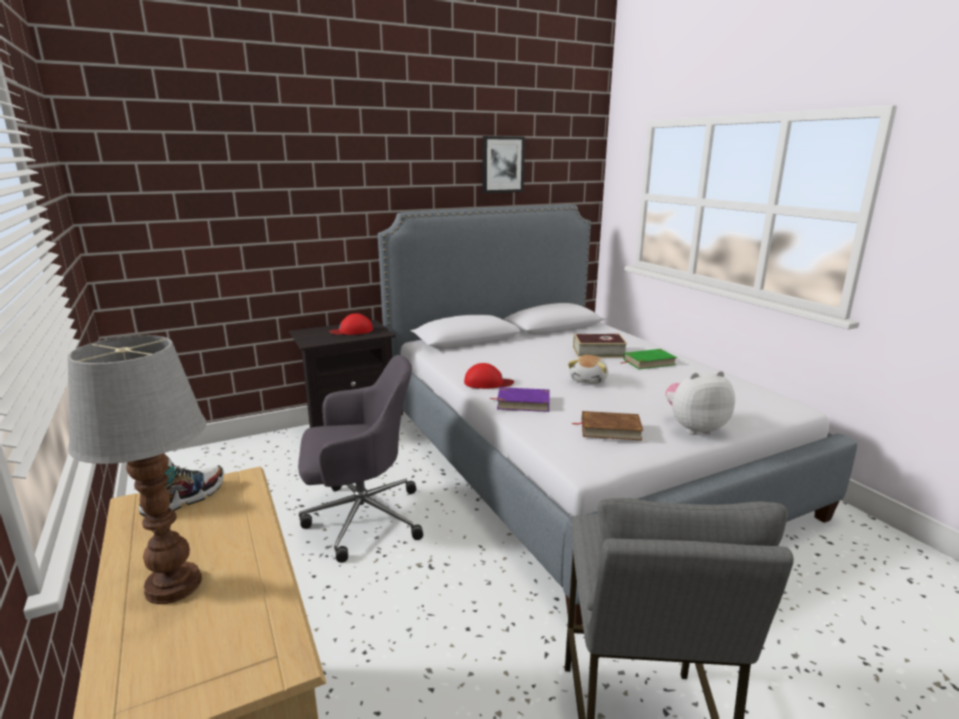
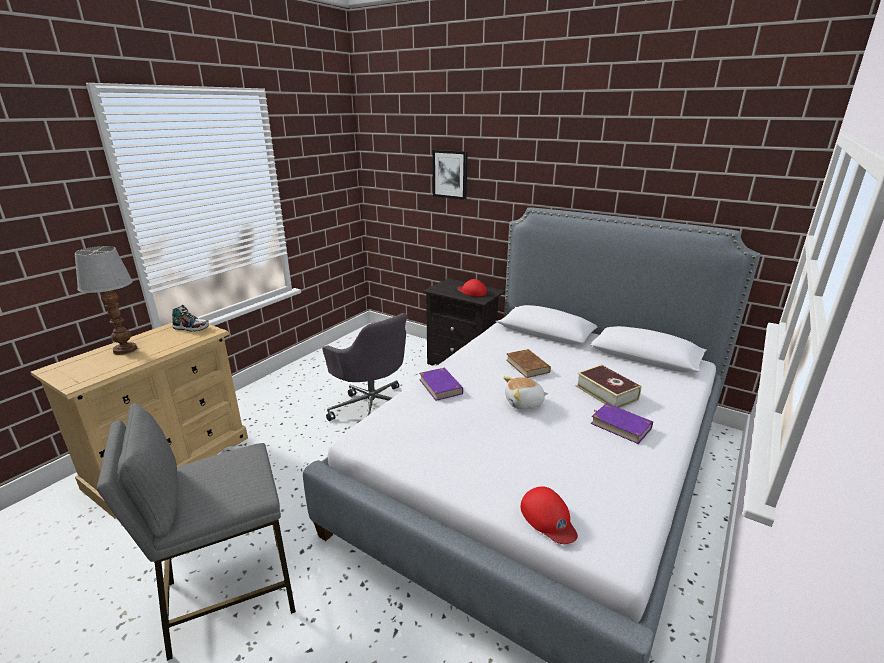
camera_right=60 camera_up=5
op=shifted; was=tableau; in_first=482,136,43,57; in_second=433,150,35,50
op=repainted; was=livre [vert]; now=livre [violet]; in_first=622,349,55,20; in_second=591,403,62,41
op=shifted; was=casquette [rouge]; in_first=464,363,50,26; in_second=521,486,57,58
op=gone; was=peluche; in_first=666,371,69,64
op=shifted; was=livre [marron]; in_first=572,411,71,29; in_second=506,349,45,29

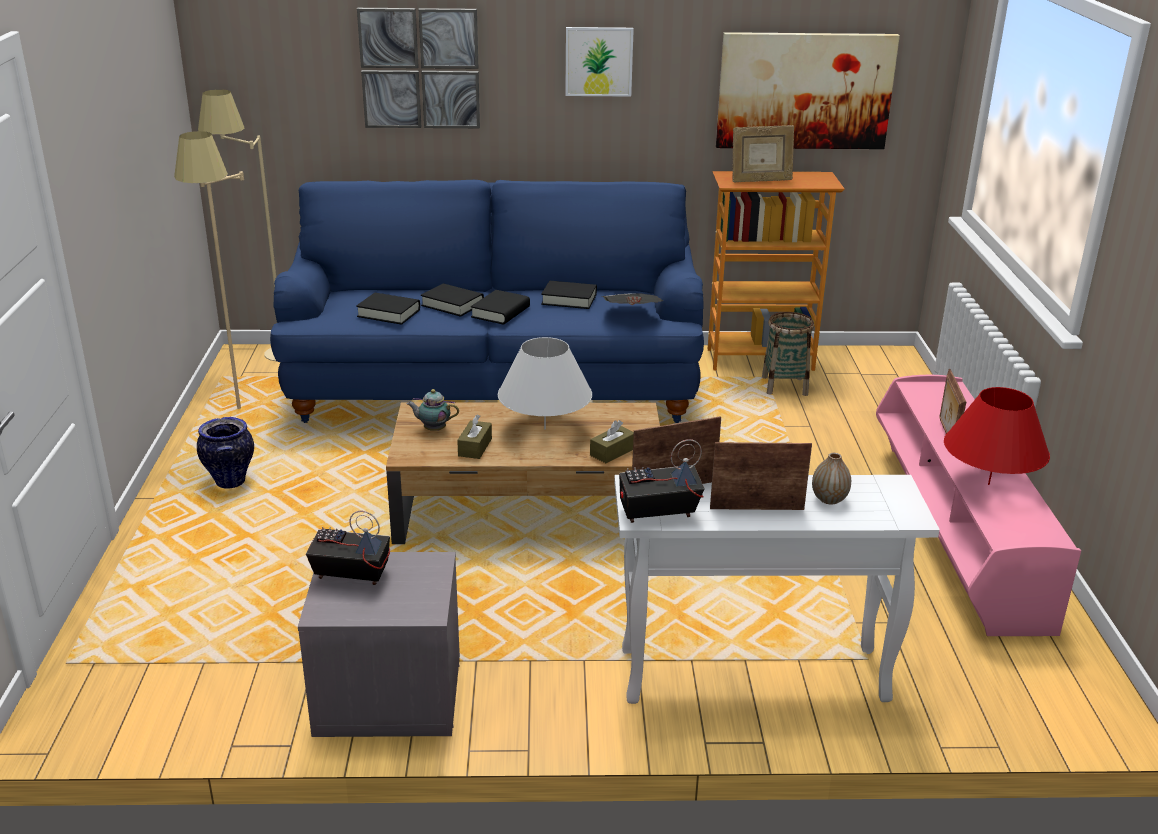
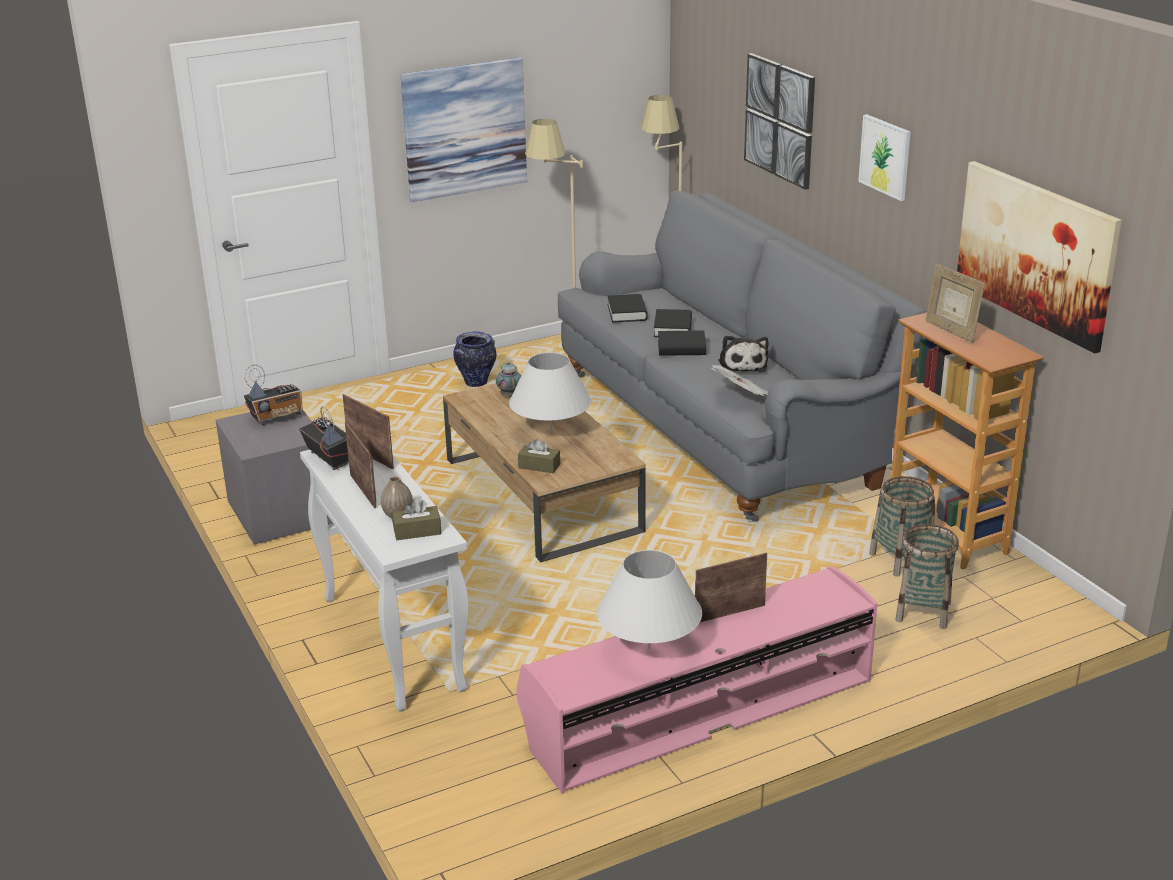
camera_right=65 camera_up=0
op=repainted; was=canapé [bleu]; now=canapé [gris]; in_first=270,180,434,243; in_second=558,191,370,331
op=swapped; was=livre [noir]; now=peluche; in_first=541,281,56,28; in_second=718,335,51,38
op=repainted; was=lampe de table [rouge]; now=lampe de table [blanc]; in_first=944,387,106,98; in_second=597,550,105,99
op=shifted; was=boîte à mouchoirs [marron]; in_first=457,414,35,45; in_second=392,499,49,41
op=rotated; was=radio; in_first=306,511,84,74; in_second=244,365,59,60; clockwise=75
op=new; now=tableau; in_second=401,57,126,145
op=new; now=panier; in_second=895,524,64,105

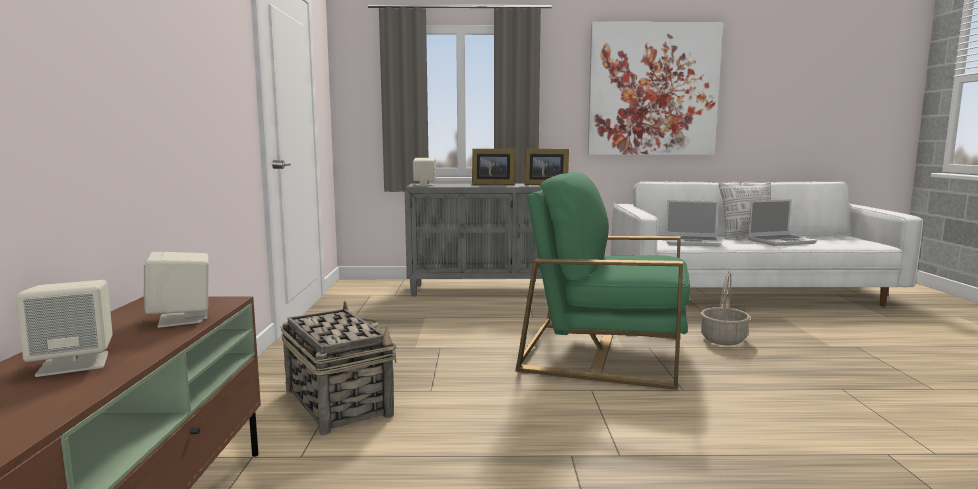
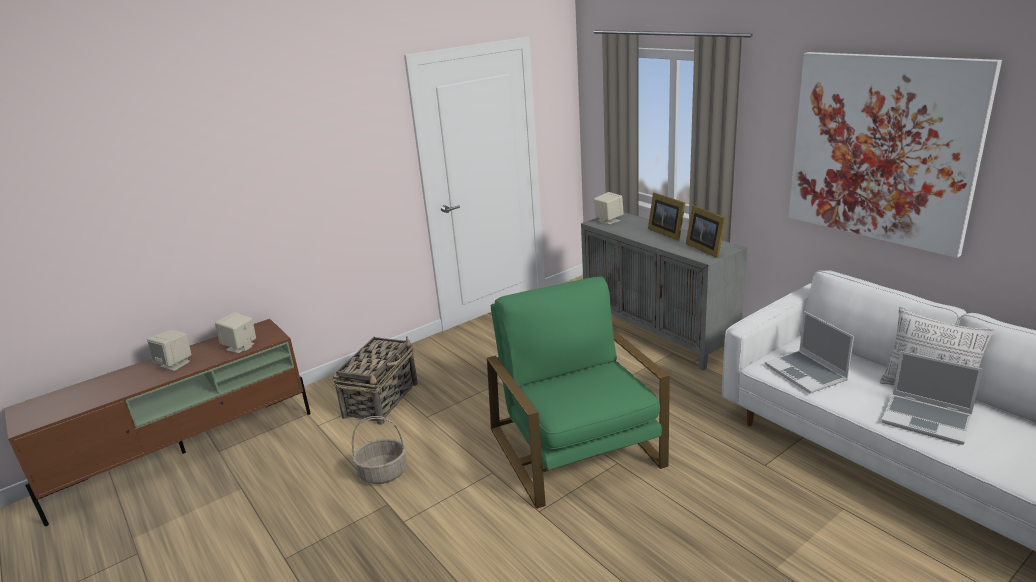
camera_right=55 camera_up=15
op=shifted; was=panier; in_first=701,272,49,73; in_second=352,416,55,68

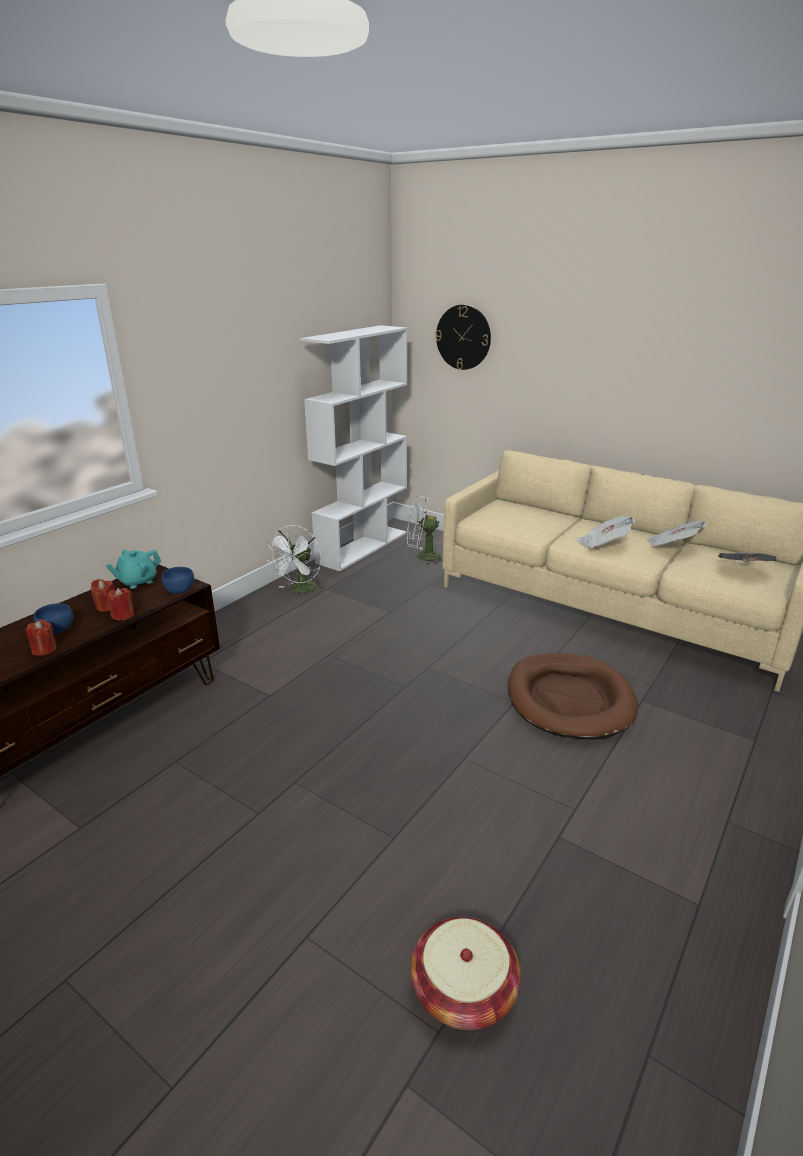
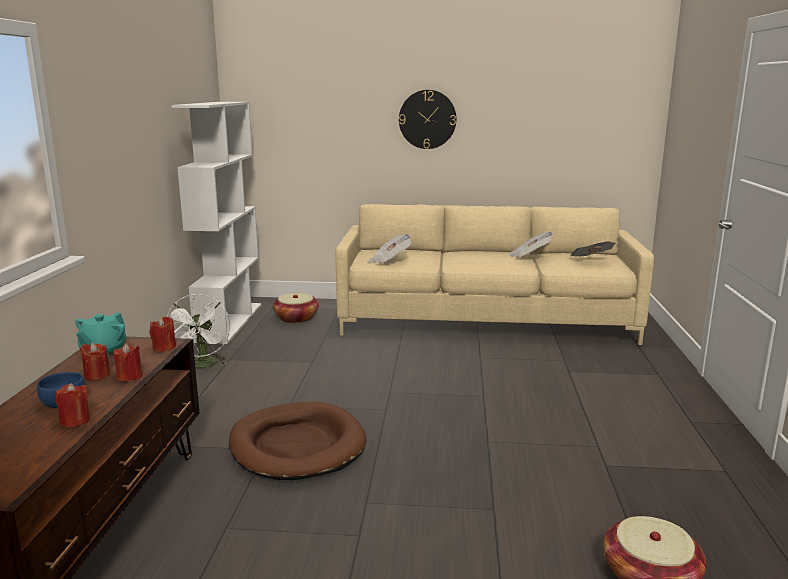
camera_right=-30 camera_up=-10
op=shifted; was=horloge murale; in_first=435,305,56,65; in_second=399,90,57,59
op=swapped; was=ventilateur [blanc]; now=panier; in_first=407,496,36,69; in_second=273,293,46,30
op=shifted; was=journal; in_first=576,516,60,33; in_second=368,234,44,29
op=swapped; was=bol [bleu]; now=bougie [rouge]; in_first=162,567,32,27; in_second=149,317,27,35
op=shifted; was=panier pour chien [marron]; in_first=508,653,130,87; in_second=229,402,138,78

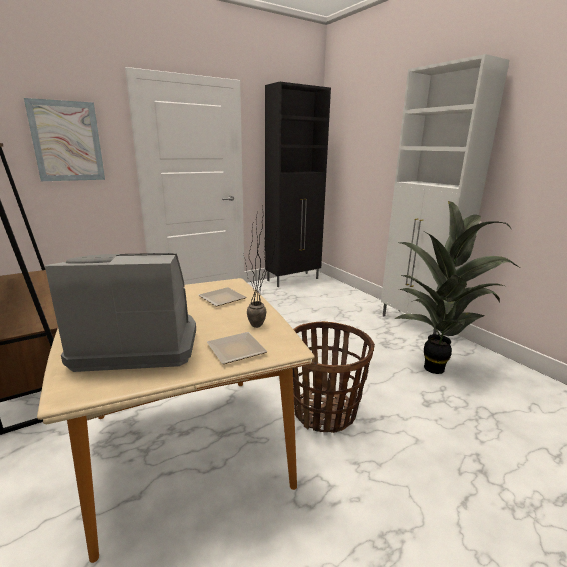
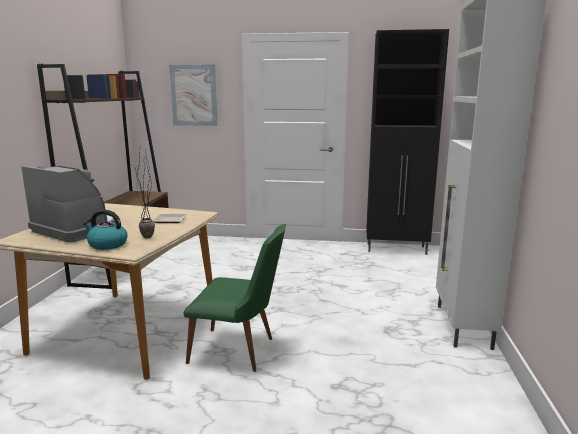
camera_right=40 camera_up=-5
op=gone; was=plante en pot; in_first=395,201,124,173
op=swapped; was=panier; now=chaise [vert]; in_first=293,321,82,112; in_second=184,224,102,148
op=swapped; was=assiette; now=bouilloire; in_first=207,332,61,32; in_second=83,210,45,40

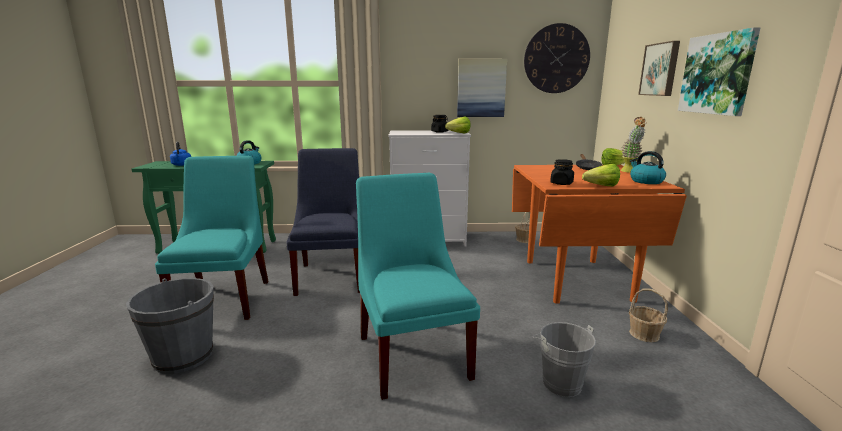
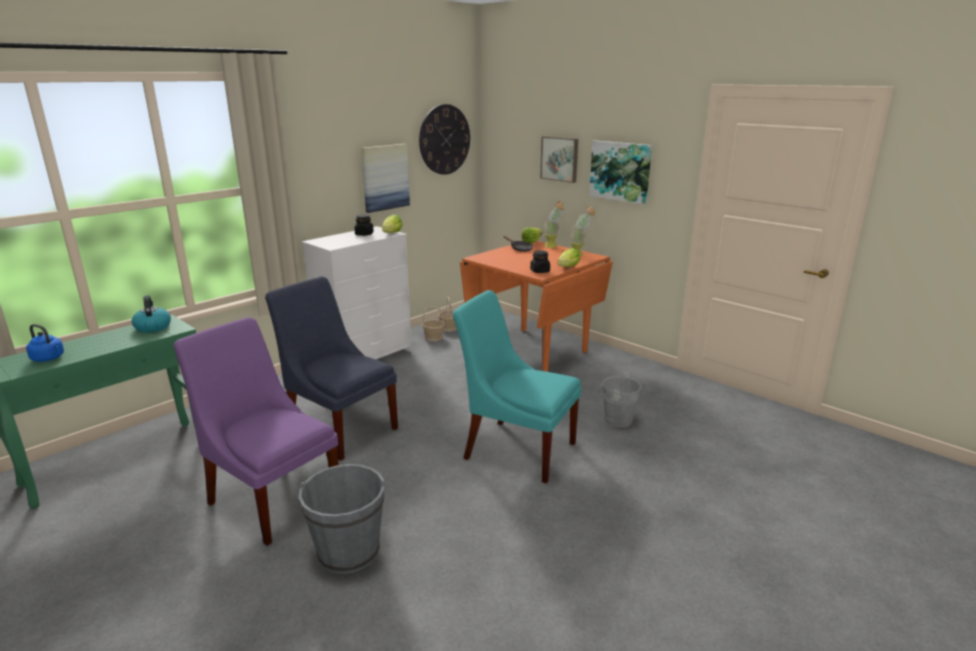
camera_right=-45 camera_up=5
op=swapped; was=bouilloire; now=plante en pot; in_first=630,151,36,33; in_second=570,207,25,49
op=repainted; was=chaise [turquoise]; now=chaise [violet]; in_first=155,156,114,164; in_second=174,317,165,229
op=shifted; was=panier; in_first=629,288,39,54; in_second=422,306,23,35

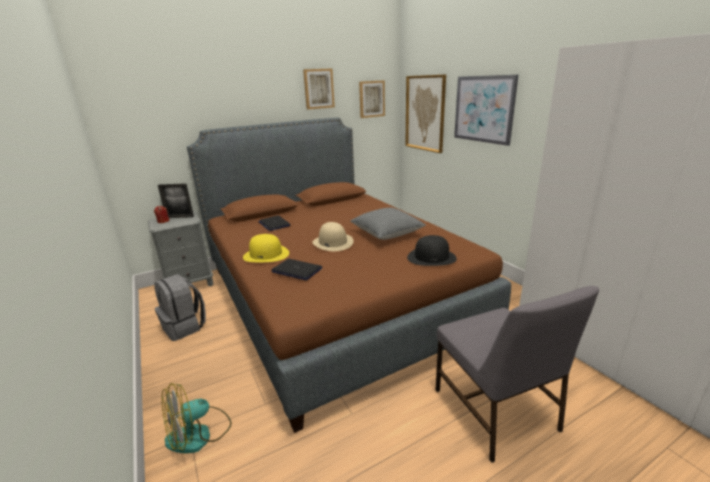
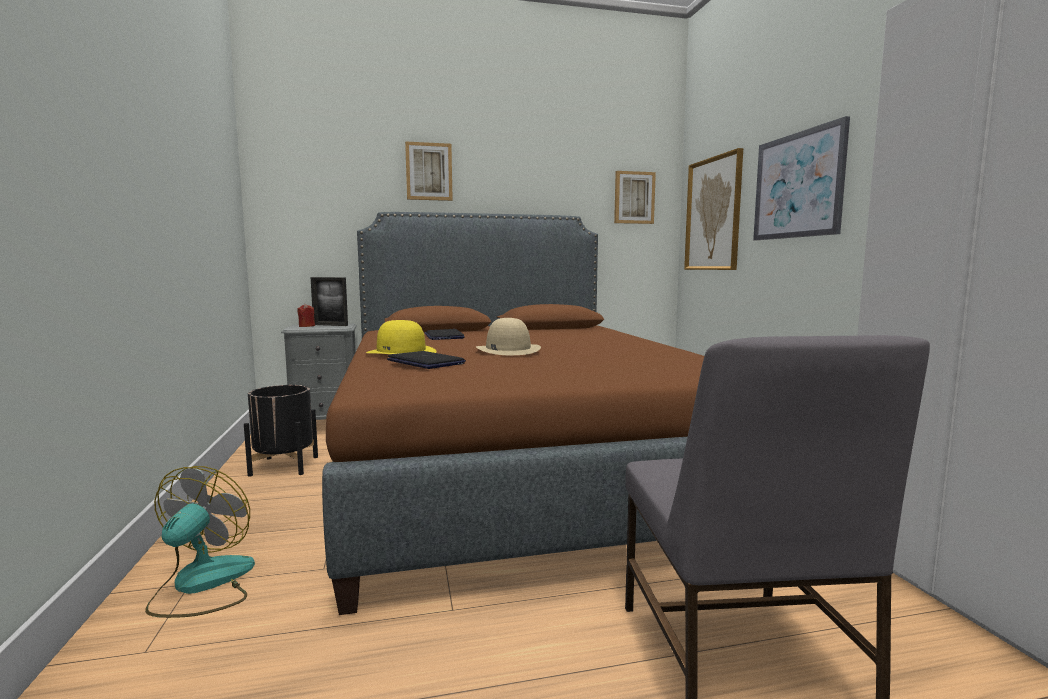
camera_right=15 camera_up=-15
op=shifted; was=tableau; in_first=303,68,32,41; in_second=405,141,48,60
op=gone; was=coussin [gris]; in_first=350,208,76,32
op=gone; was=chapeau [noir]; in_first=407,235,50,31
op=swapped; was=sac à dos [gris]; now=cache-pot [noir]; in_first=154,274,52,67; in_second=244,385,74,92
op=rotated; was=ventilateur; in_first=162,383,70,70; in_second=145,466,110,152; clockwise=120

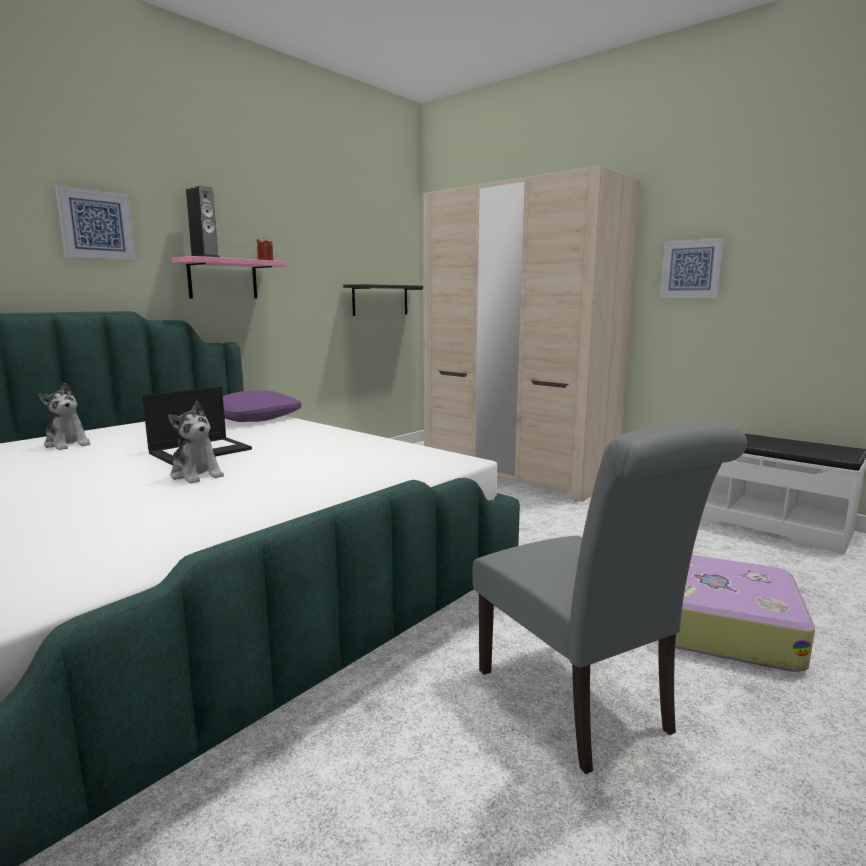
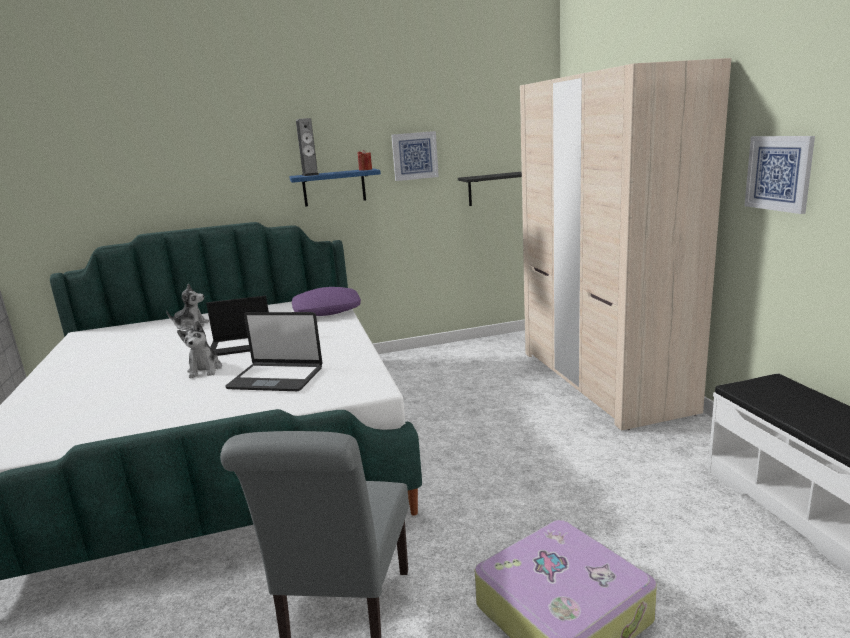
camera_right=35 camera_up=5
op=shifted; was=tableau; in_first=55,186,81,75; in_second=391,131,48,50
op=repainted; was=étagère [rose]; now=étagère [bleu]; in_first=172,256,116,43; in_second=289,168,92,39
op=rotated; was=peluche; in_first=38,383,52,67; in_second=166,284,43,46; clockwise=-75
op=new; now=ordinateur portable; in_second=225,312,97,79

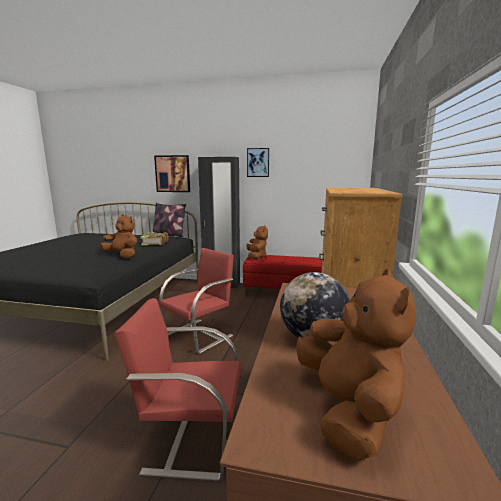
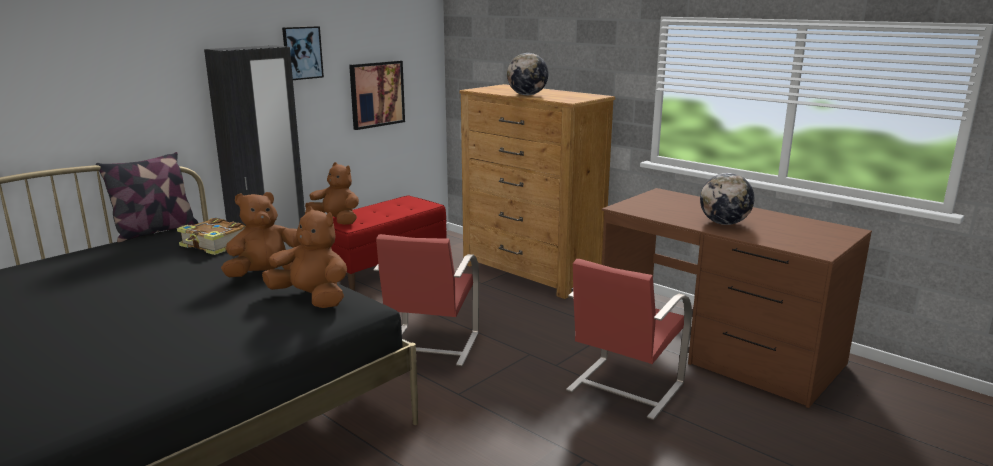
camera_right=-60 camera_up=5
op=shifted; was=tableau; in_first=154,155,36,37; in_second=349,60,56,70
op=rotated; was=chaise [rouge]; in_first=159,248,75,106; in_second=373,234,106,132; clockwise=-150
op=shifted; was=peluche [marron]; in_first=296,269,119,192; in_second=262,207,85,101
op=new; now=globe; in_second=507,53,41,43

